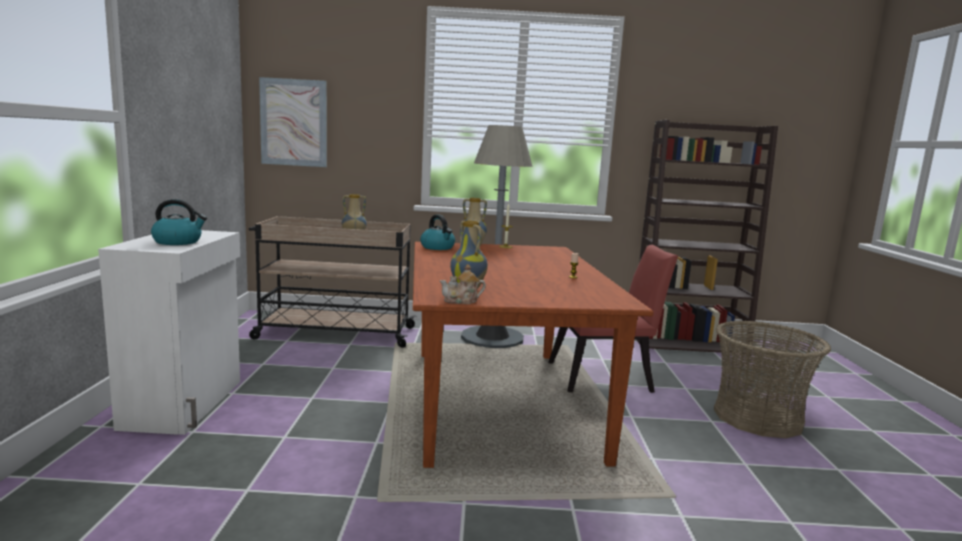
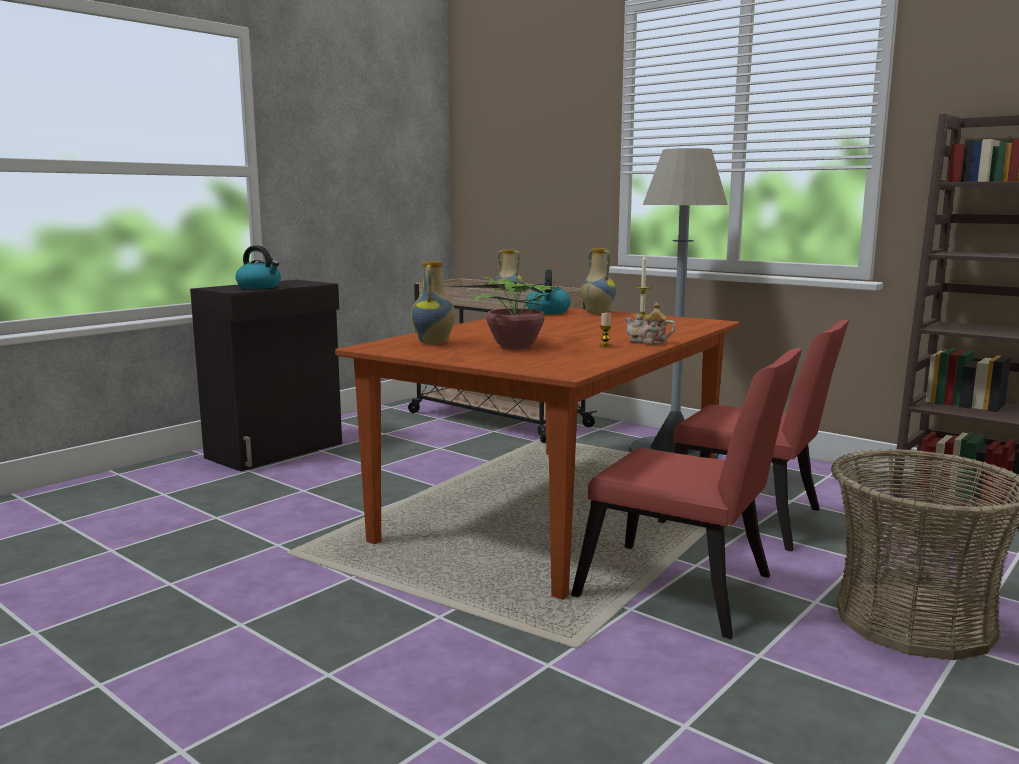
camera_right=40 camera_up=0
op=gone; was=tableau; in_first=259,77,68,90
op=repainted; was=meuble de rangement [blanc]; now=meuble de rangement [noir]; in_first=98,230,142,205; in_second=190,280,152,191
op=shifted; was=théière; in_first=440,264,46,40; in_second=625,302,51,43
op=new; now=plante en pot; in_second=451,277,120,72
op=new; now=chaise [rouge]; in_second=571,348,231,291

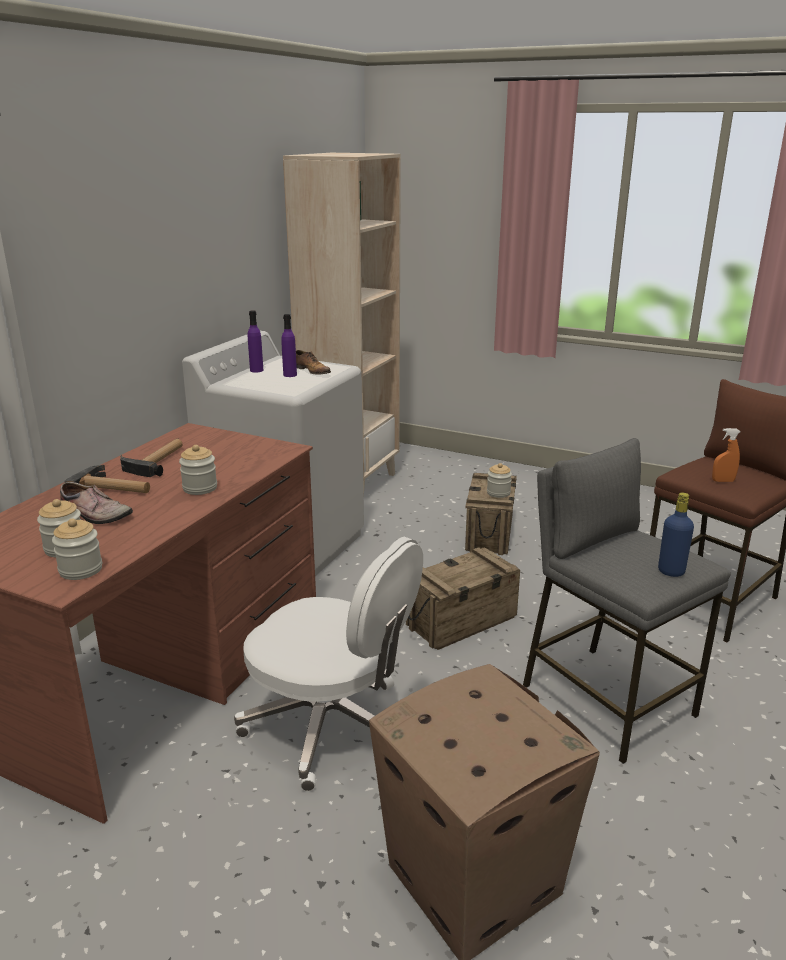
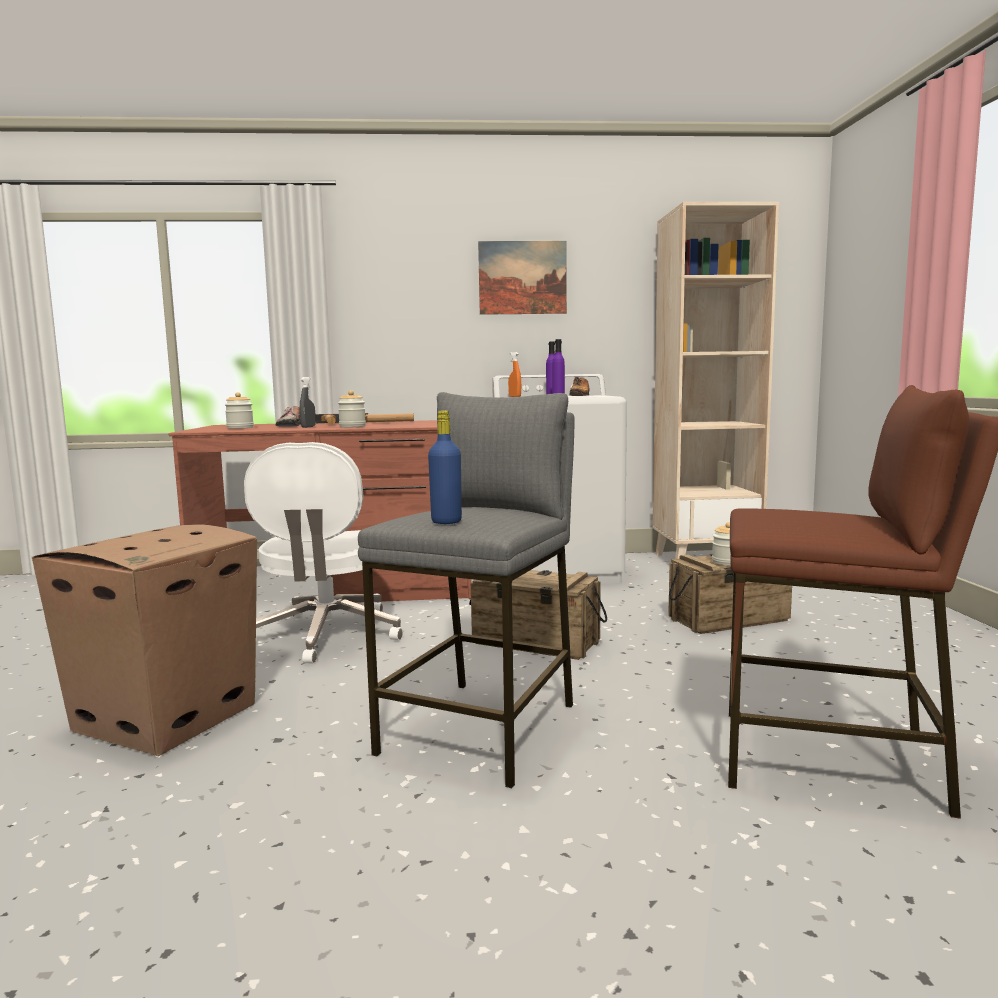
camera_right=60 camera_up=-15
op=shifted; was=vaporisateur [orange]; in_first=712,428,28,54; in_second=508,352,13,45
op=gone; was=bocal; in_first=52,519,50,61
op=new; now=tableau; in_second=478,241,89,74
op=new; now=vaporisateur [gris]; in_second=300,377,16,51

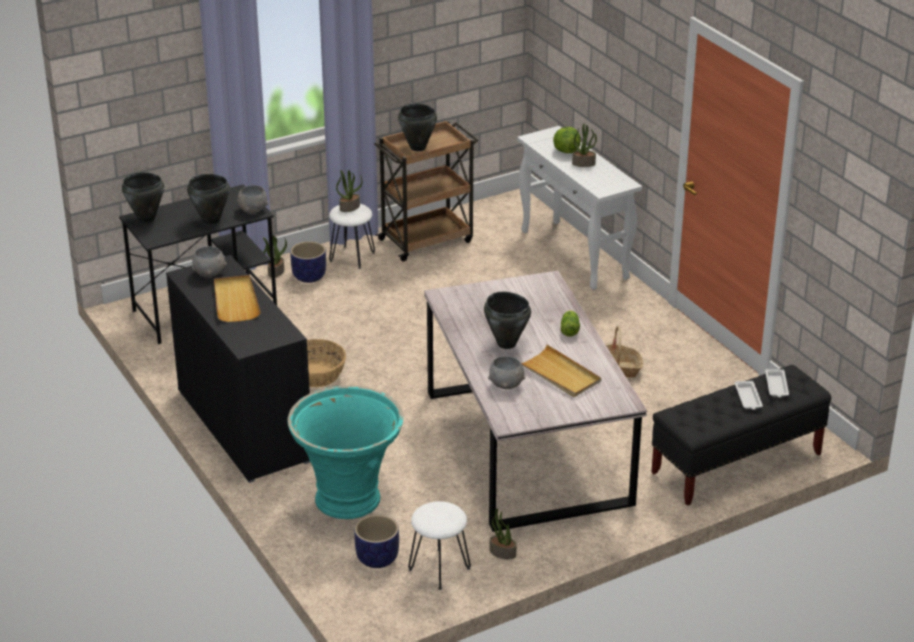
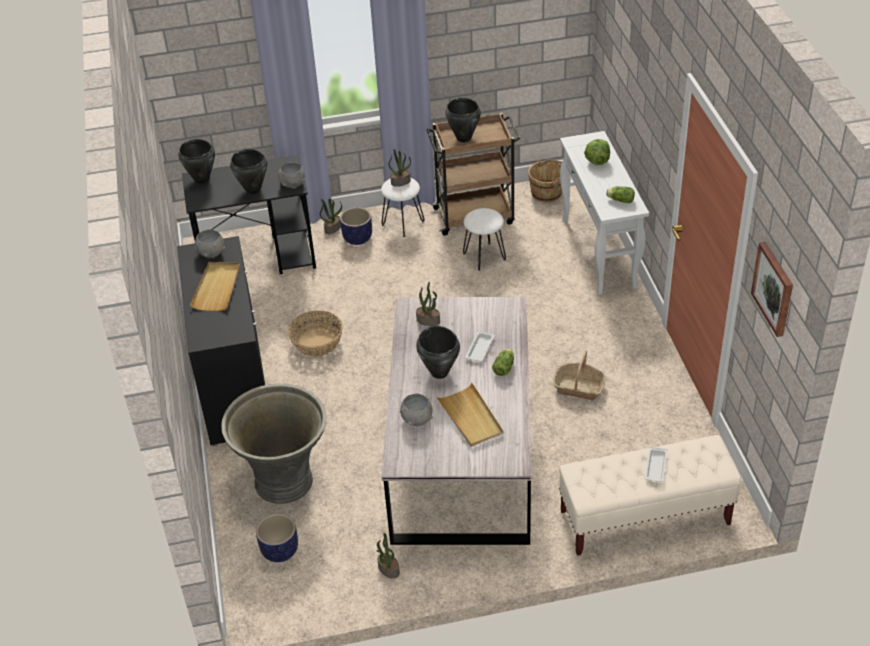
camera_right=20 camera_up=10
op=shifted; was=plante en pot; in_first=572,123,25,44; in_second=416,282,24,44
op=repainted; was=banc [noir]; now=banc [beige]; in_first=651,365,180,141; in_second=559,435,182,121
op=shifted; was=plateau [blanc]; in_first=765,369,24,28; in_second=465,330,30,32
op=repainted; was=cache-pot [turquoise]; now=cache-pot [gris]; in_first=288,386,115,133; in_second=221,384,105,120
op=shifted; was=tabouret [blanc]; in_first=408,501,63,89; in_second=463,208,43,63
op=new; now=seau [marron]; in_second=528,159,34,43
op=new; now=laitue; in_second=606,186,29,17
op=new; now=tableau; in_second=751,242,42,95

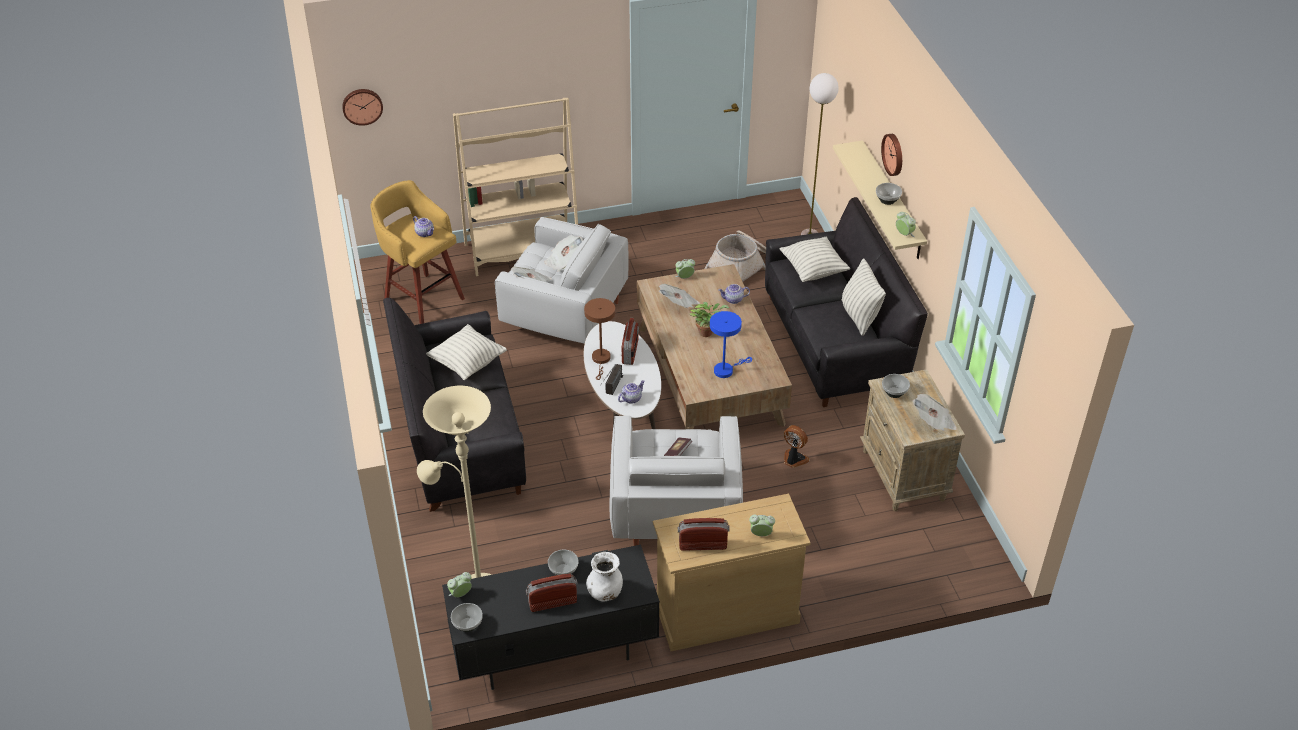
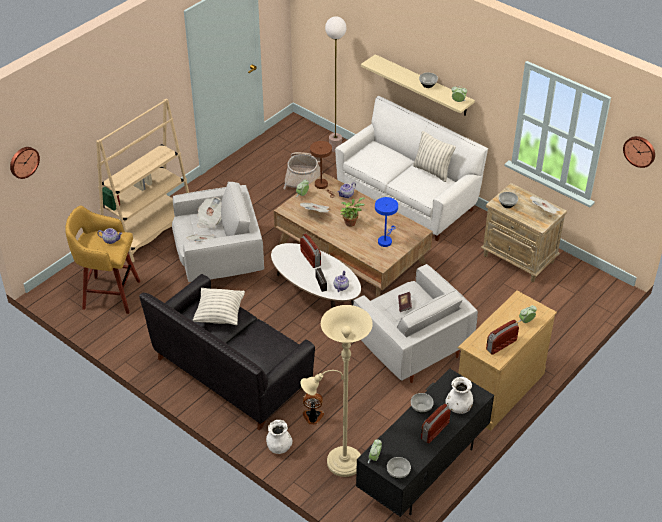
camera_right=-35 camera_up=0
op=shifted; was=horloge murale; in_first=881,134,21,42; in_second=623,136,32,32
op=repainted; was=canapé [noir]; now=canapé [blanc]; in_first=765,197,163,210; in_second=335,96,153,145
op=gone; was=coussin; in_first=780,237,70,45
op=shifted; was=lampe de table [marron]; in_first=584,298,31,82; in_second=310,141,25,57
op=shifted; was=ventilateur; in_first=784,425,25,43; in_second=303,393,21,31
op=new; now=vase [blanc]; in_second=266,420,27,34

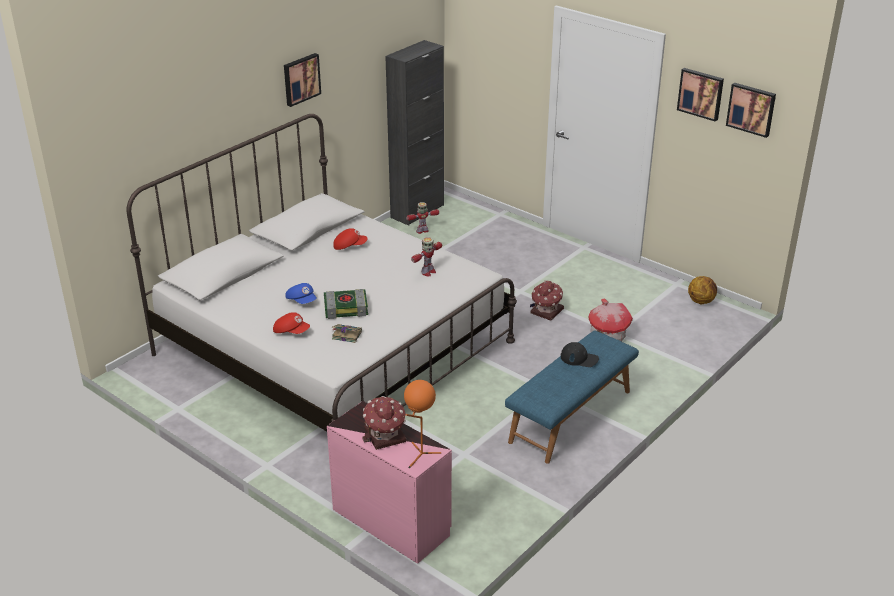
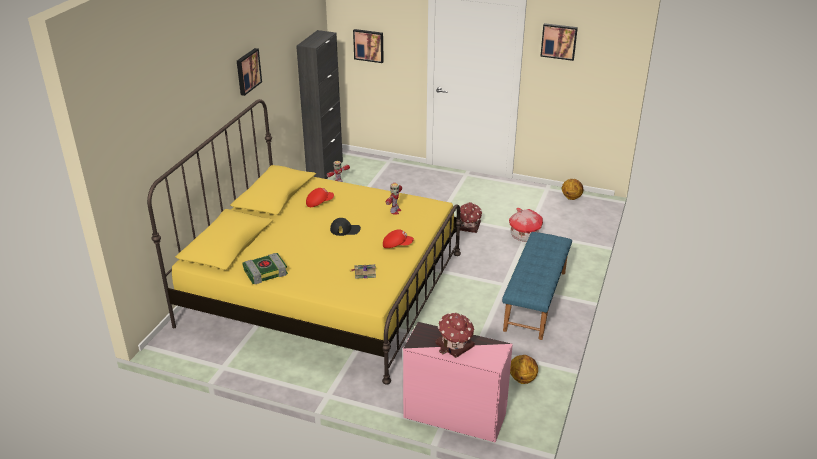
camera_right=-20 camera_up=0
op=shifted; was=tableau; in_first=726,83,50,55; in_second=353,29,31,34
op=repainted; was=lit [blanc]; now=lit [jaune]; in_first=127,114,390,317; in_second=147,99,315,286
op=gone; was=casquette [bleu]; in_first=285,283,32,21
op=shifted; was=livre; in_first=324,289,44,30; in_second=242,253,46,31
op=shifted; was=casquette [rouge]; in_first=273,312,37,22; in_second=383,229,31,19
op=shifted; was=casquette [noir]; in_first=560,342,39,25; in_second=330,218,31,18
op=gone; was=lampe de table [orange]; in_first=404,380,37,88
op=new; now=ballon de basket; in_second=510,355,28,29

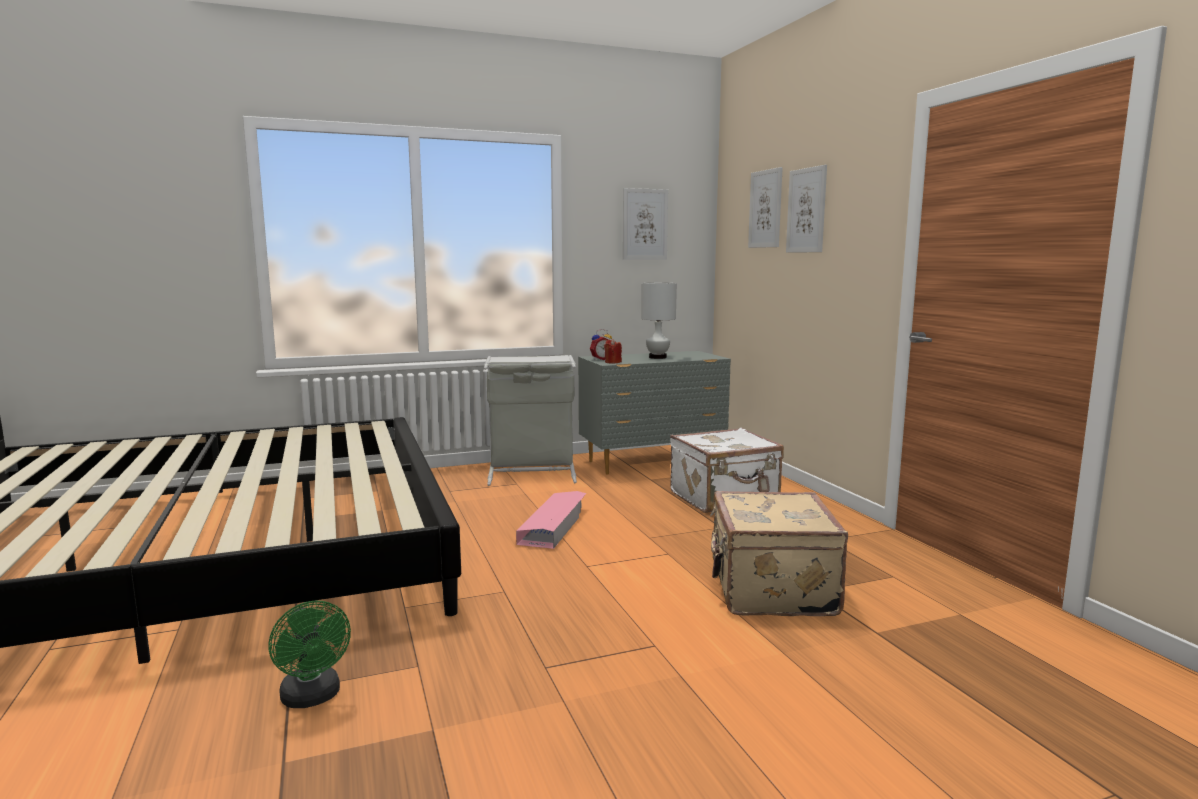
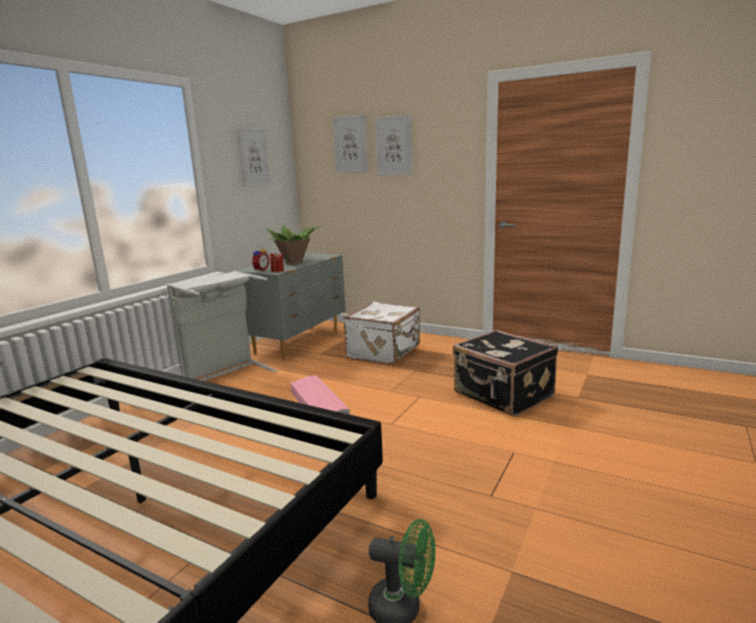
camera_right=-40 camera_up=5
op=swapped; was=lampe de table [blanc]; now=plante en pot; in_first=641,283,36,76; in_second=266,225,56,39
op=repainted; was=valise [beige]; now=valise [noir]; in_first=710,491,138,125; in_second=453,330,105,86

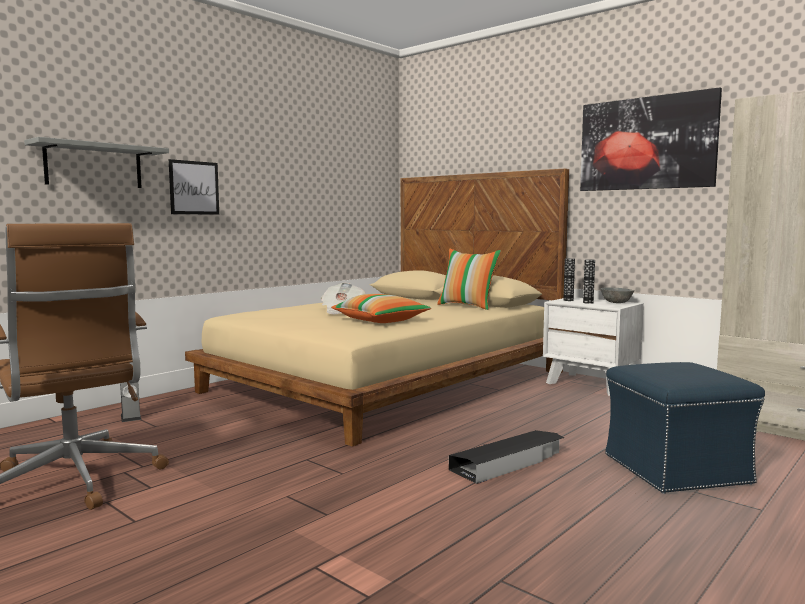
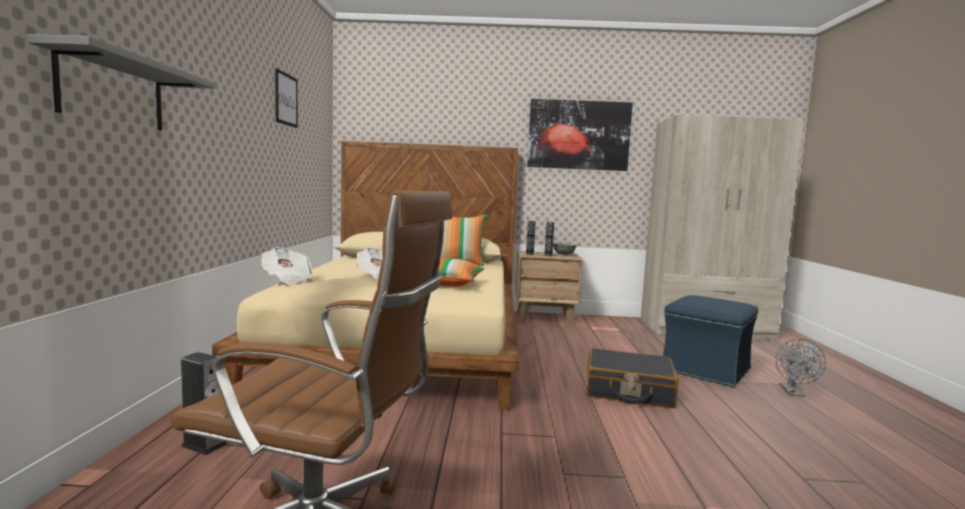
camera_right=-40 camera_up=0
op=shifted; was=tableau; in_first=169,159,50,56; in_second=275,68,23,60
op=repainted; was=table de chevet [blanc]; now=table de chevet [marron]; in_first=543,297,101,99; in_second=516,251,67,75
op=swapped; was=boîte de rangement [noir]; now=valise [noir]; in_first=449,430,115,54; in_second=586,348,93,60
op=new; now=journal; in_second=261,247,52,37
op=new; now=ventilateur [gris]; in_second=776,338,50,59

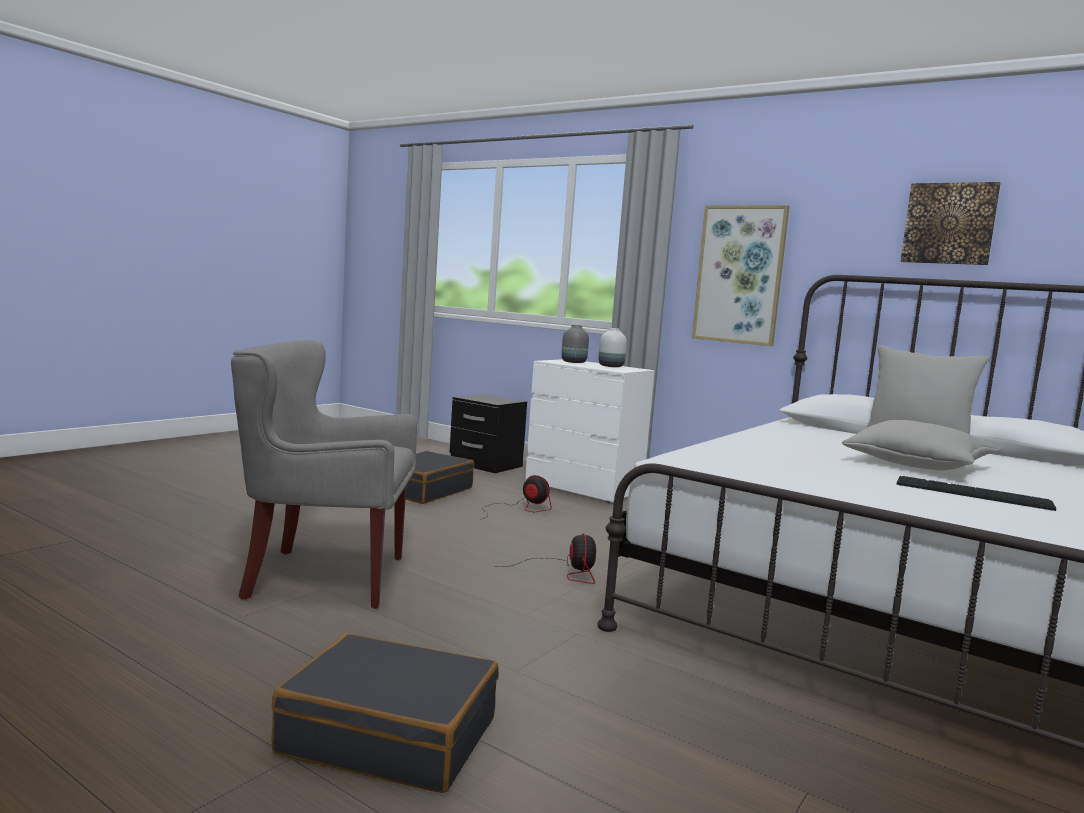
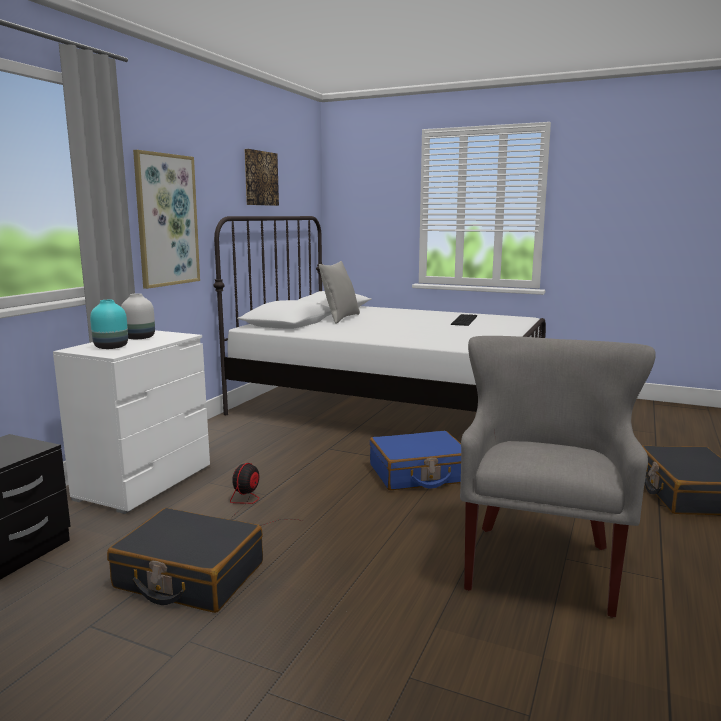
camera_right=-100 camera_up=5
op=repainted; was=vase [gris]; now=vase [turquoise]; in_first=561,325,28,38; in_second=90,300,38,49
op=rotated; was=fauteuil [gris]; in_first=231,340,186,269; in_second=460,336,196,282; clockwise=-150
op=gone; was=coussin [gris]; in_first=842,420,159,50
op=swapped; was=ventilateur; now=valise [bleu]; in_first=498,533,98,51; in_second=370,431,91,59

